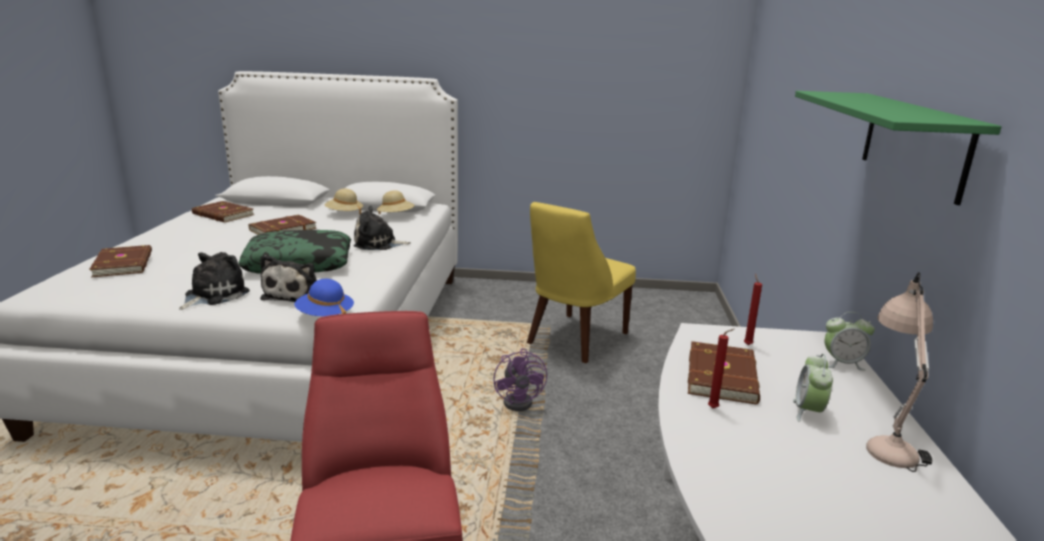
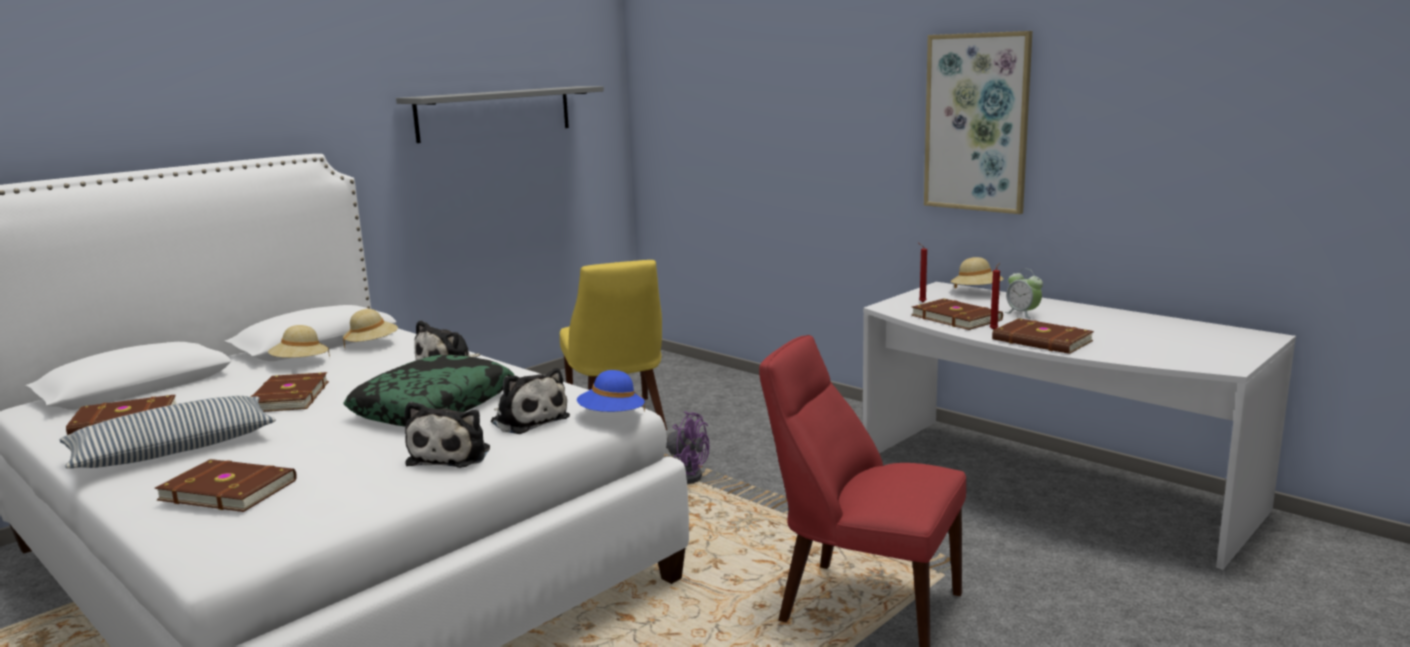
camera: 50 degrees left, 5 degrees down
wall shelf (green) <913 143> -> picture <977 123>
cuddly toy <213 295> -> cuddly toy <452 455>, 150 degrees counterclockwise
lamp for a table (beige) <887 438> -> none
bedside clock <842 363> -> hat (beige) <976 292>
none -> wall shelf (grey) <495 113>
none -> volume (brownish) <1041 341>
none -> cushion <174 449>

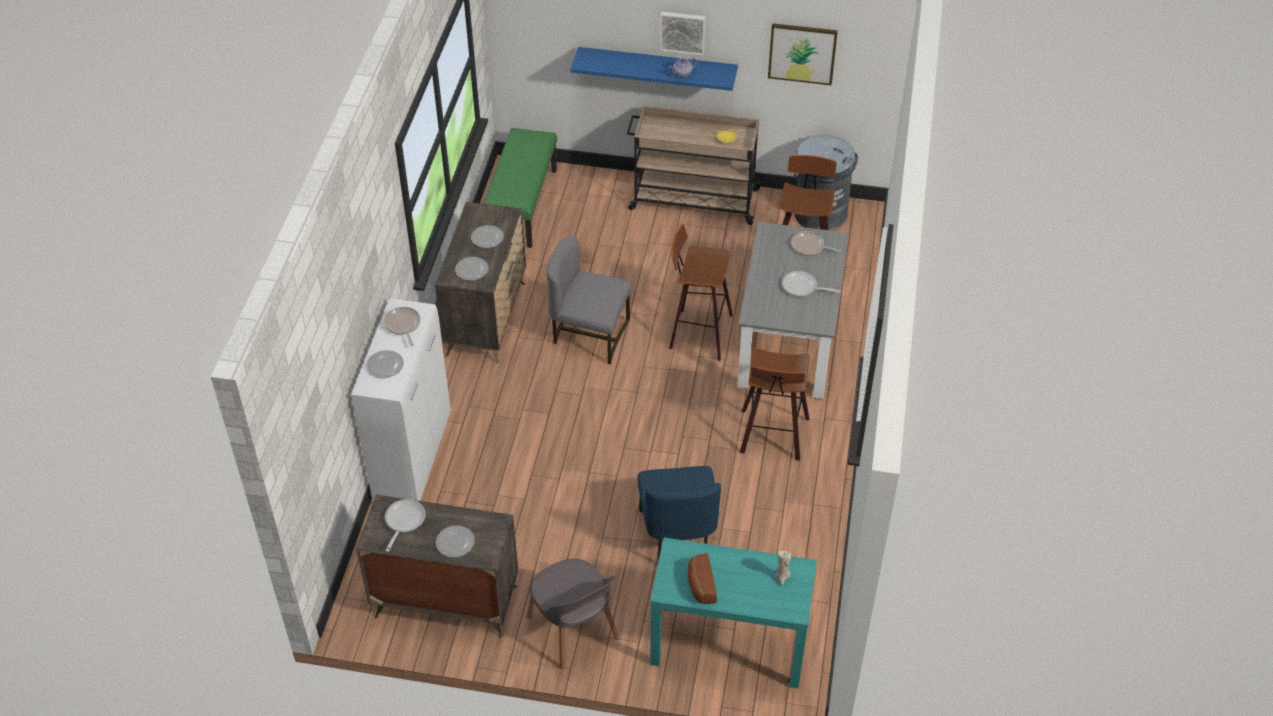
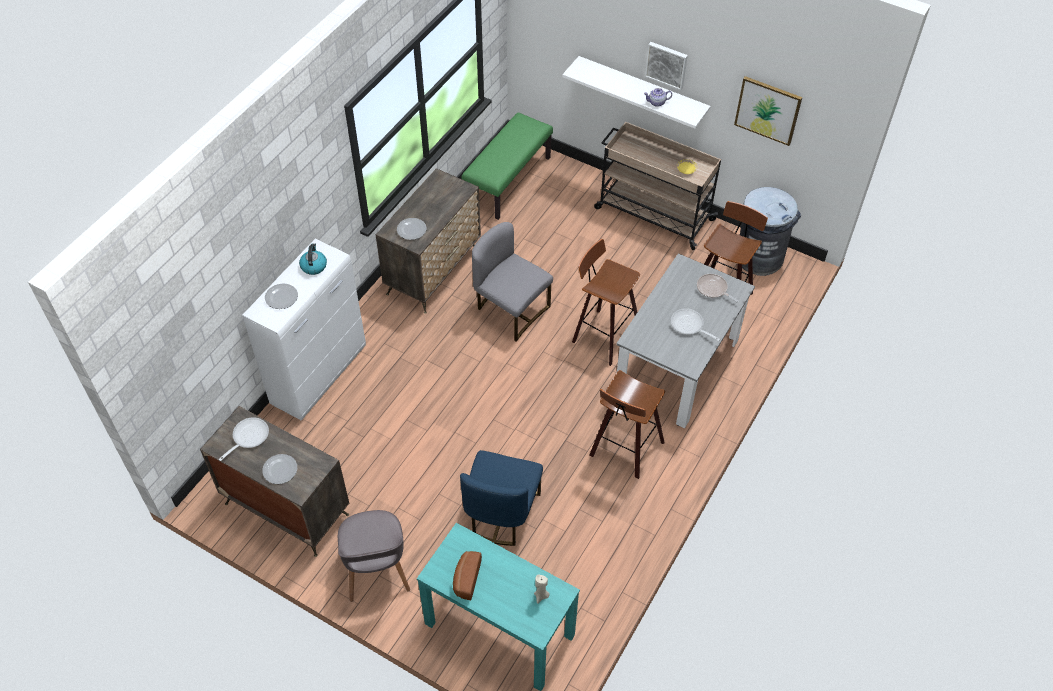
camera: 20 degrees right, 5 degrees up
wall shelf (blue) <657 67> -> wall shelf (white) <642 90>
dinner plate <488 238> -> none
pan <403 325> -> tea kettle <313 266>

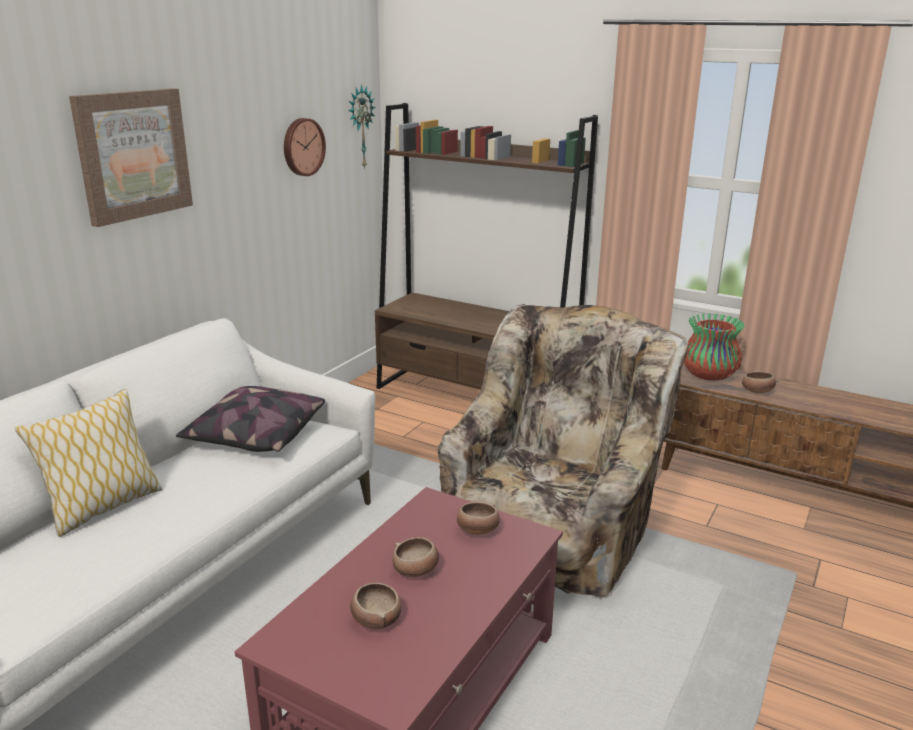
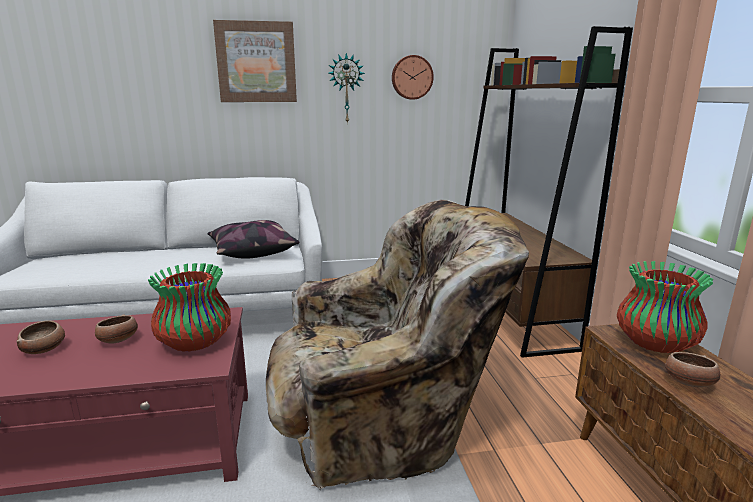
camera: 50 degrees right, 5 degrees down
wall clock <360 127> -> wall clock <346 89>, move
cushion <103 507> -> none
bowl <477 531> -> flower vase <194 342>

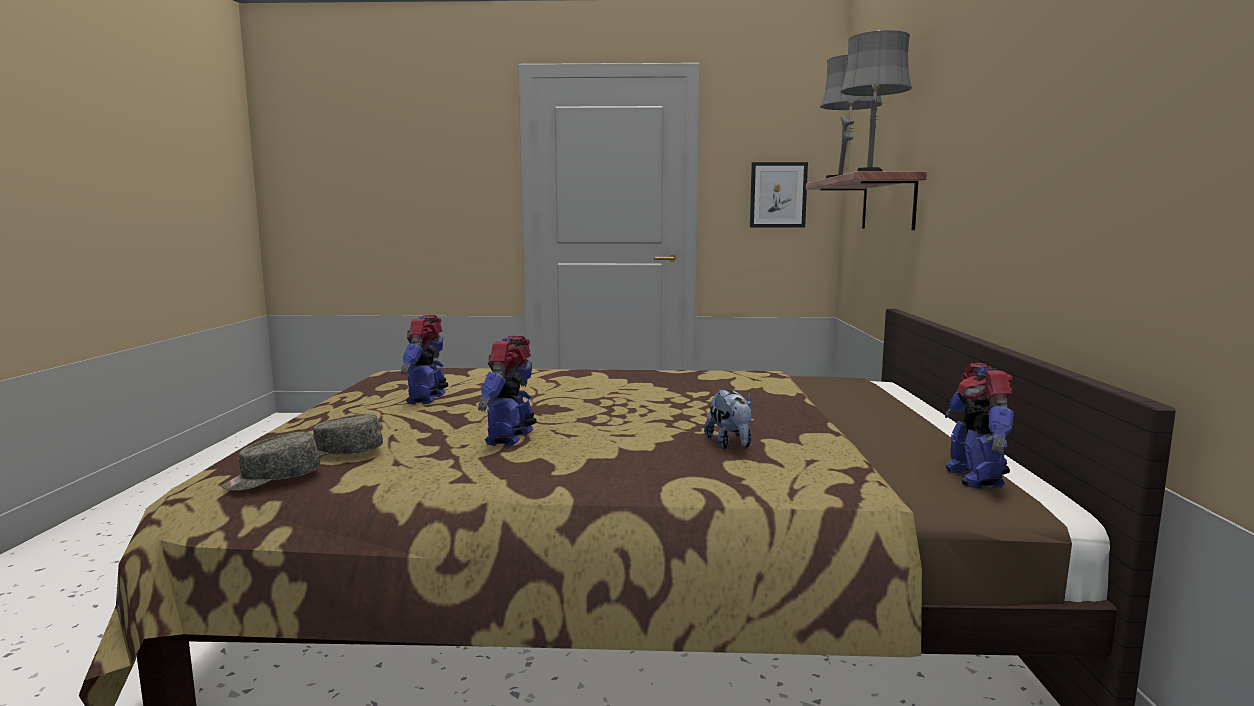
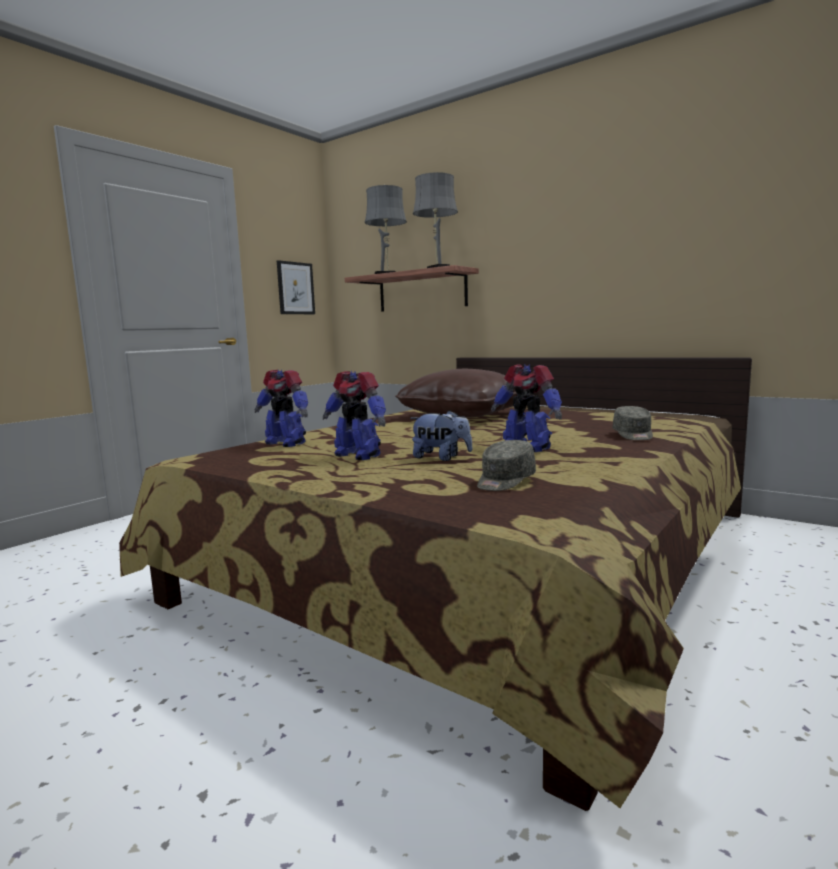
camera: 55 degrees left, 0 degrees up
robot figure <975 477> -> robot figure <285 443>, move
cuddly toy <730 444> -> cuddly toy <441 458>, move
cap (grey) <272 479> -> cap (grey) <633 435>, move
none -> cushion (brownish) <464 415>

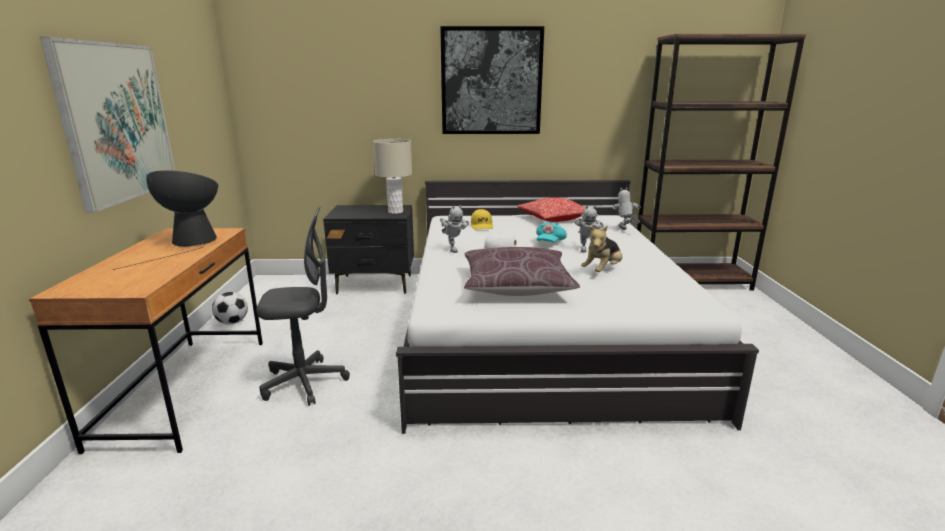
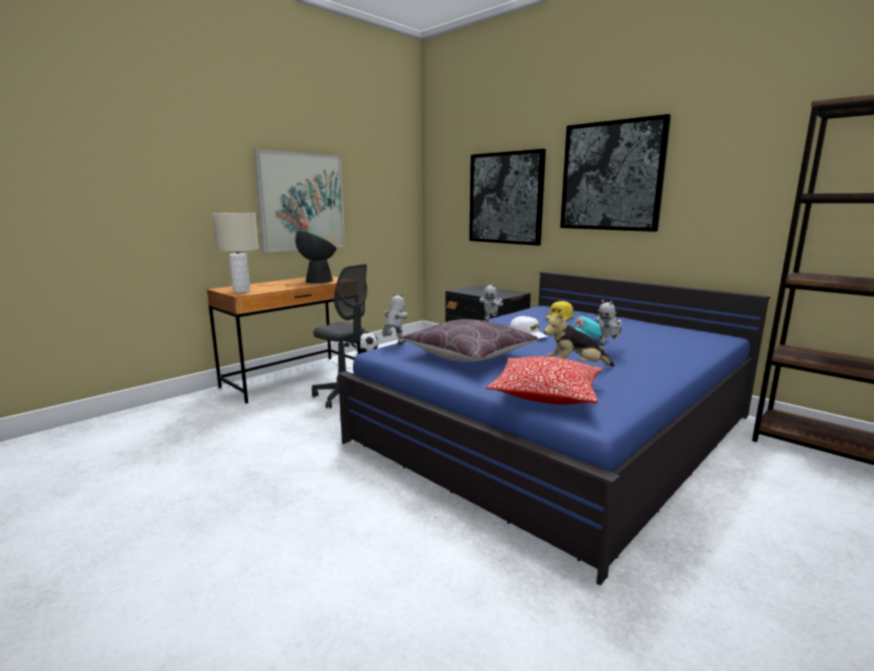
camera: 45 degrees right, 5 degrees down
lamp for a table (beige) <395 212> -> lamp for a table (beige) <241 291>, move
bedroom bed (white) <541 330> -> bedroom bed (blue) <558 428>
robot figure <625 230> -> robot figure <394 344>, move
cushion <553 219> -> cushion <546 395>, move
none -> picture <505 198>

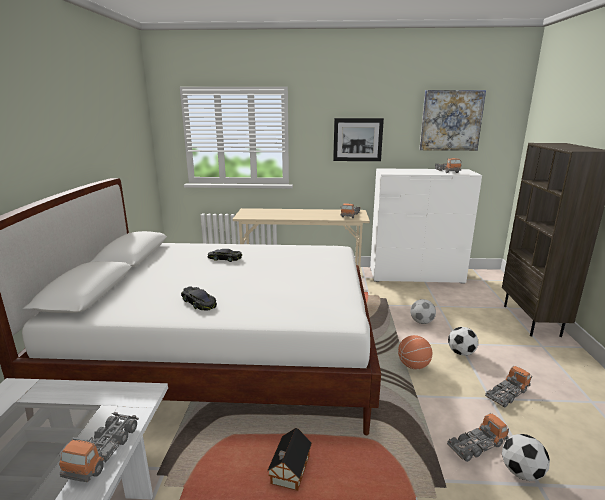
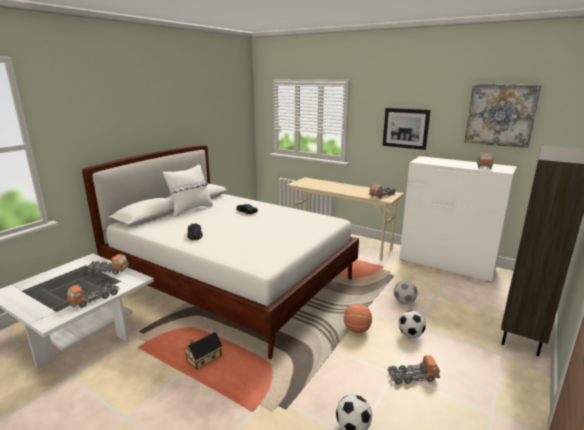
camera: 30 degrees right, 0 degrees up
toy truck <476 445> -> toy truck <107 270>, move
none -> cushion (white) <190 209>

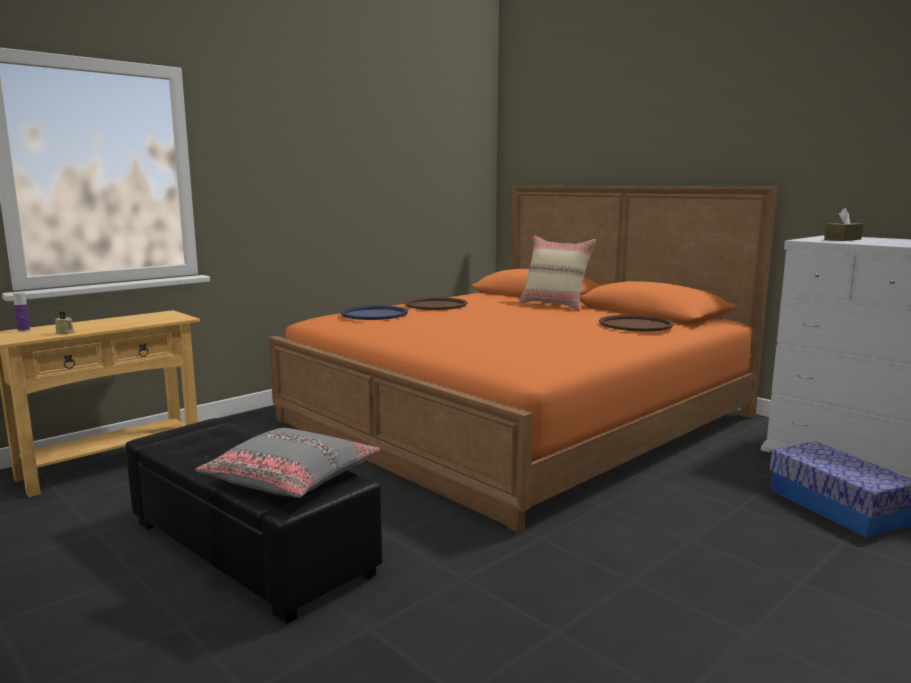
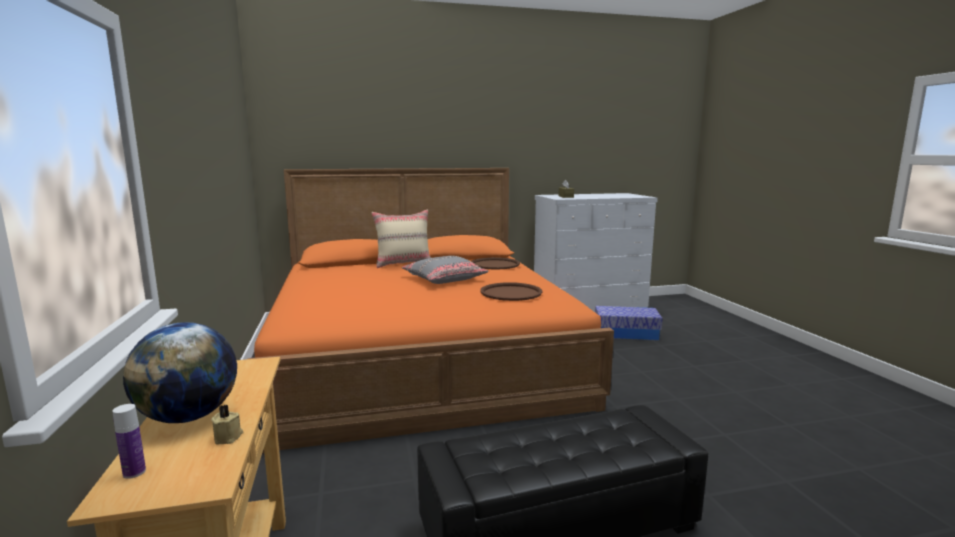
camera: 60 degrees left, 0 degrees up
tray (brownish) <436 305> -> tray (brownish) <511 293>, move
tray (blue) <374 314> -> none
cushion (grey) <292 478> -> cushion (grey) <444 279>, move
none -> desk globe <189 416>

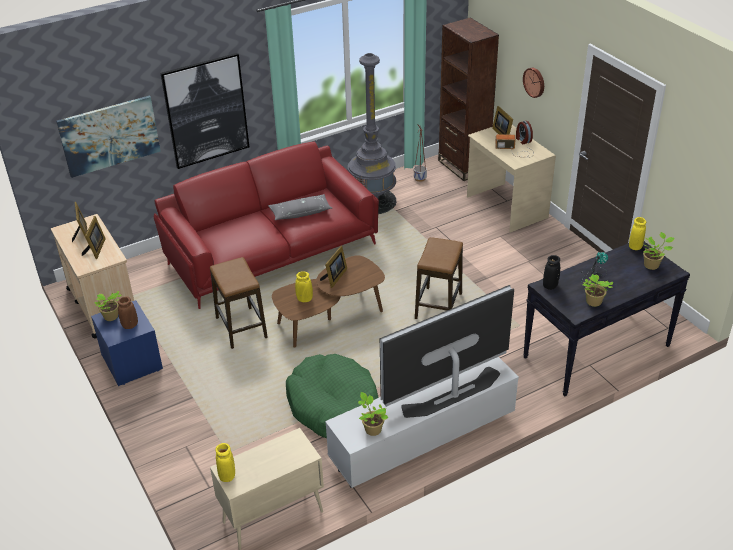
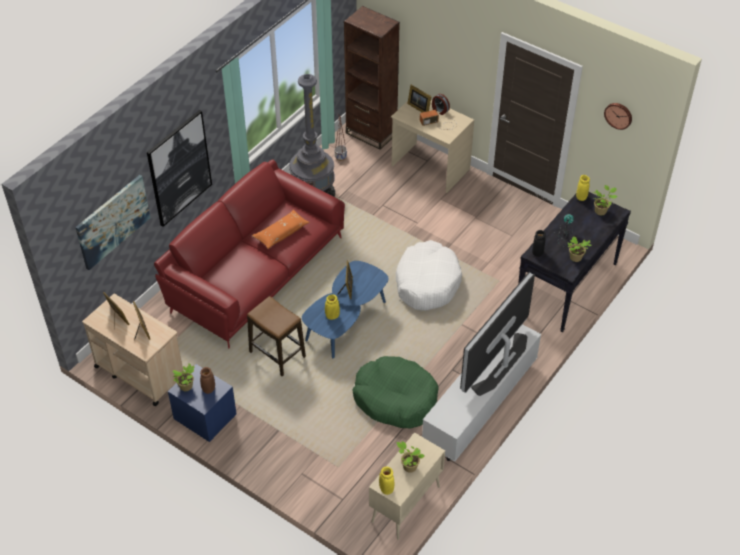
camera: 25 degrees left, 10 degrees up
wall clock <534 82> -> wall clock <618 115>, move
cushion (grey) <300 212> -> cushion (orangey) <281 233>
stool <438 306> -> pet bed (white) <427 282>
coffee table (brownish) <330 318> -> coffee table (blue) <346 321>
houseplant <372 429> -> houseplant <409 466>, move

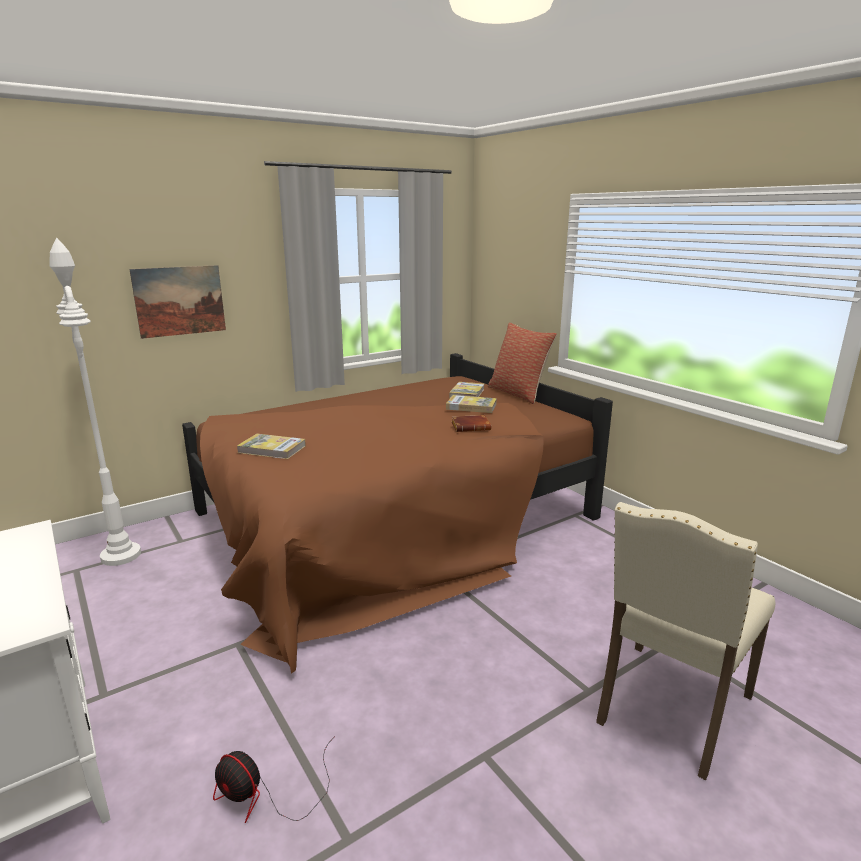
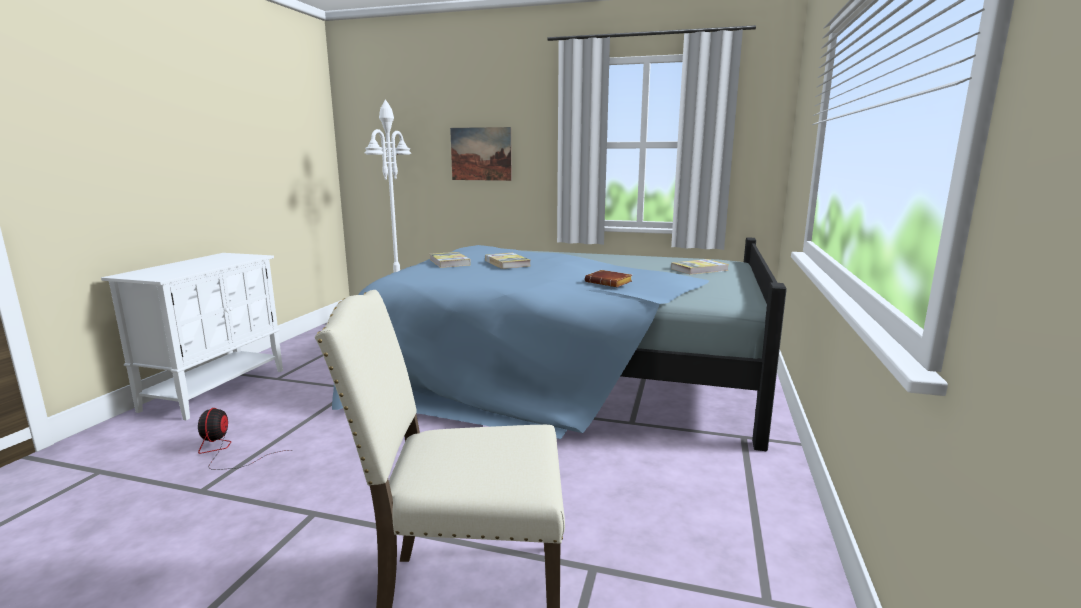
camera: 50 degrees right, 5 degrees down
cushion <518 393> -> none
bedroom bed (brownish) <393 522> -> bedroom bed (blue) <567 372>
volume <471 406> -> volume <507 263>, move

